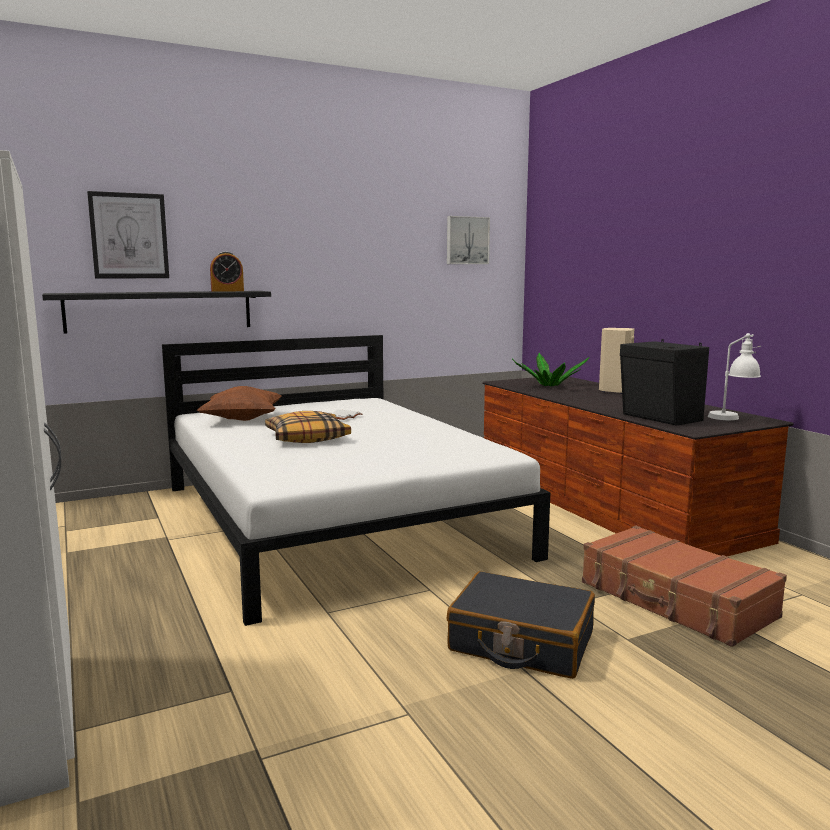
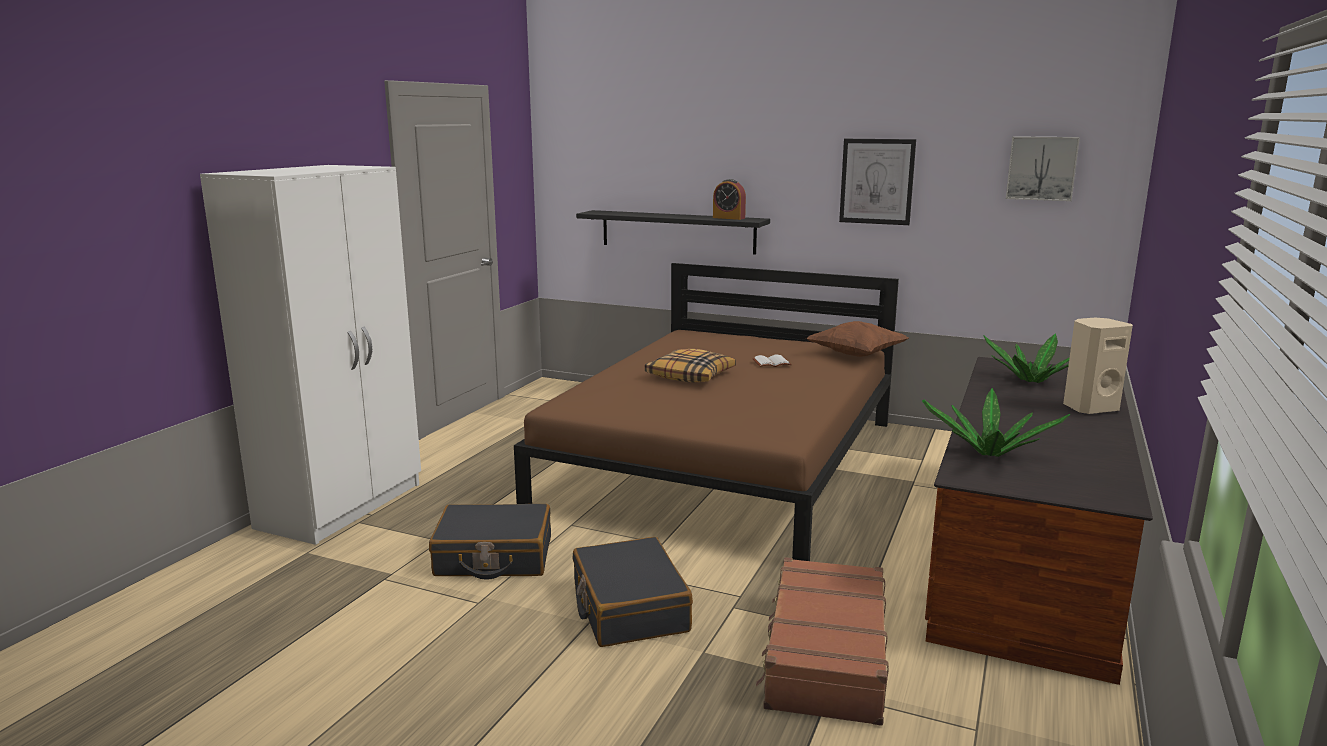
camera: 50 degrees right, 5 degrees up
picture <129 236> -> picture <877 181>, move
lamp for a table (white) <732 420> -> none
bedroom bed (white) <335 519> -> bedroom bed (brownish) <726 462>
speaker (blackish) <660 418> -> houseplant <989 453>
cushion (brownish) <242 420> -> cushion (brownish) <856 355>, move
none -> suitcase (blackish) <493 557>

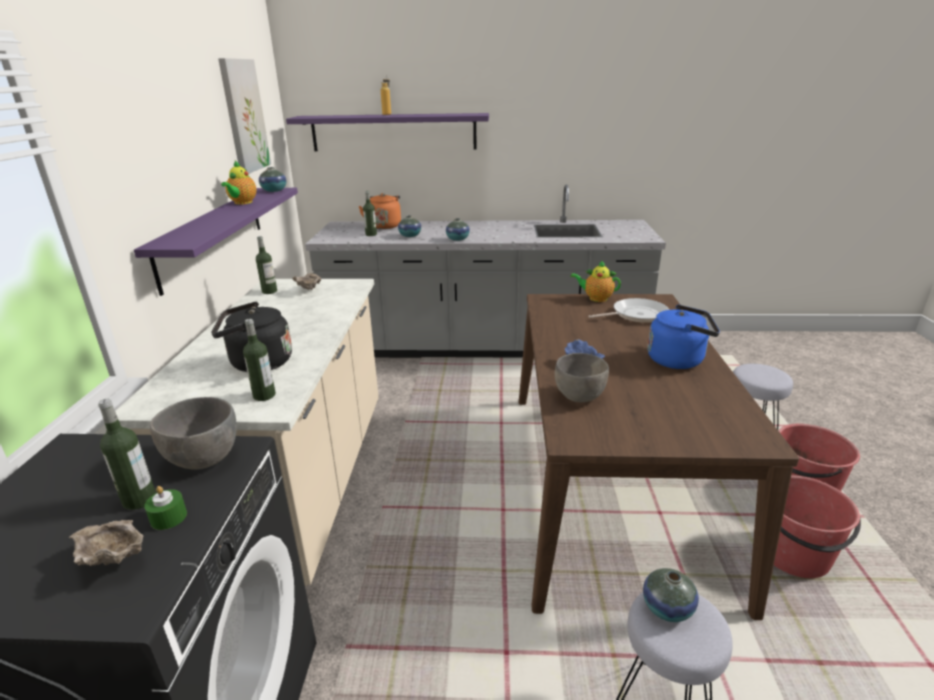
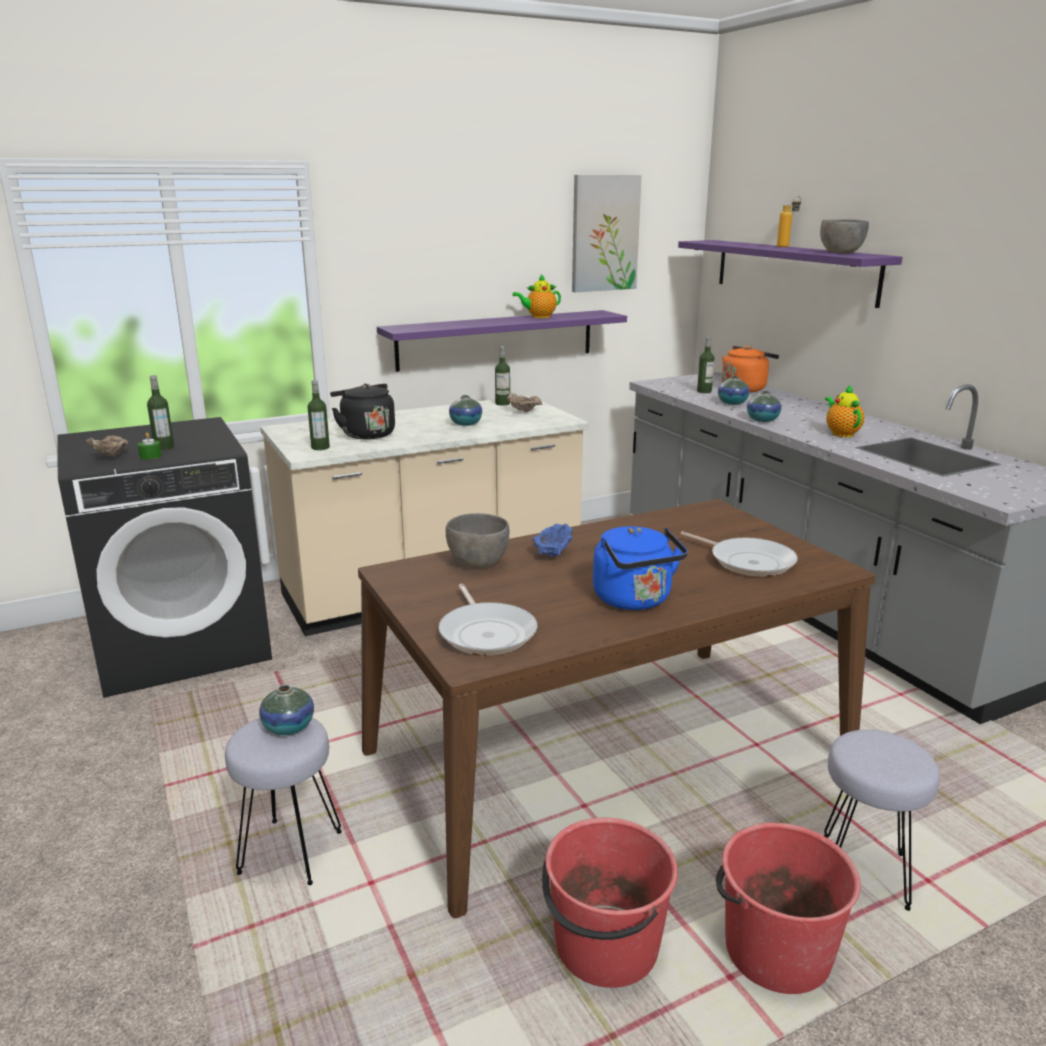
camera: 60 degrees right, 5 degrees down
flower vase <274 191> -> flower vase <466 424>, move
teapot <596 298> -> teapot <841 433>, move
bowl (grey) <203 458> -> bowl (grey) <840 253>, move
none -> pan <486 633>

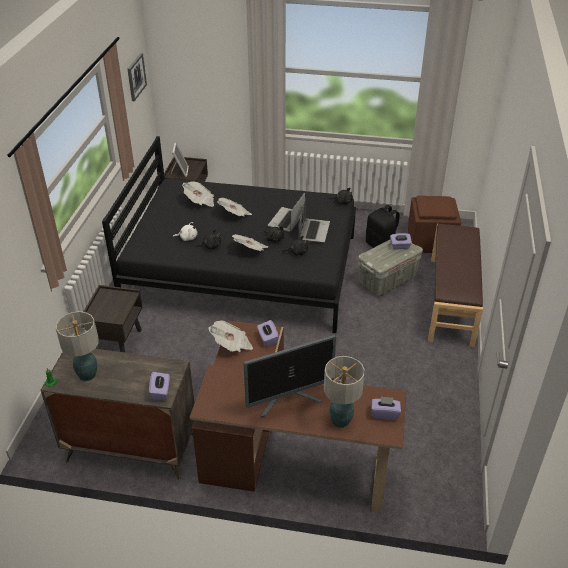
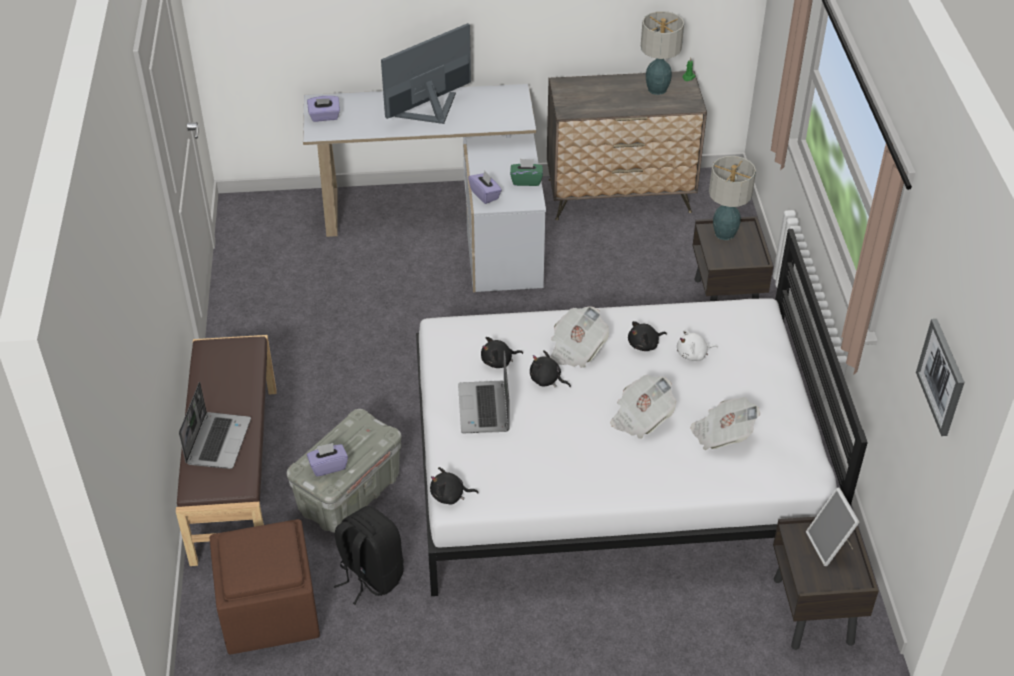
camera: 165 degrees right, 5 degrees up
bedroom bed (blackish) <242 268> -> bedroom bed (white) <615 467>
notebook computer <286 221> -> notebook computer <218 441>, move
desk (brownish) <283 451> -> desk (white) <446 222>
newspaper <232 345> -> tissue holder (green) <526 181>
lamp for a table <340 421> -> lamp for a table <724 233>, move
tissue holder (purplish) <160 392> -> none

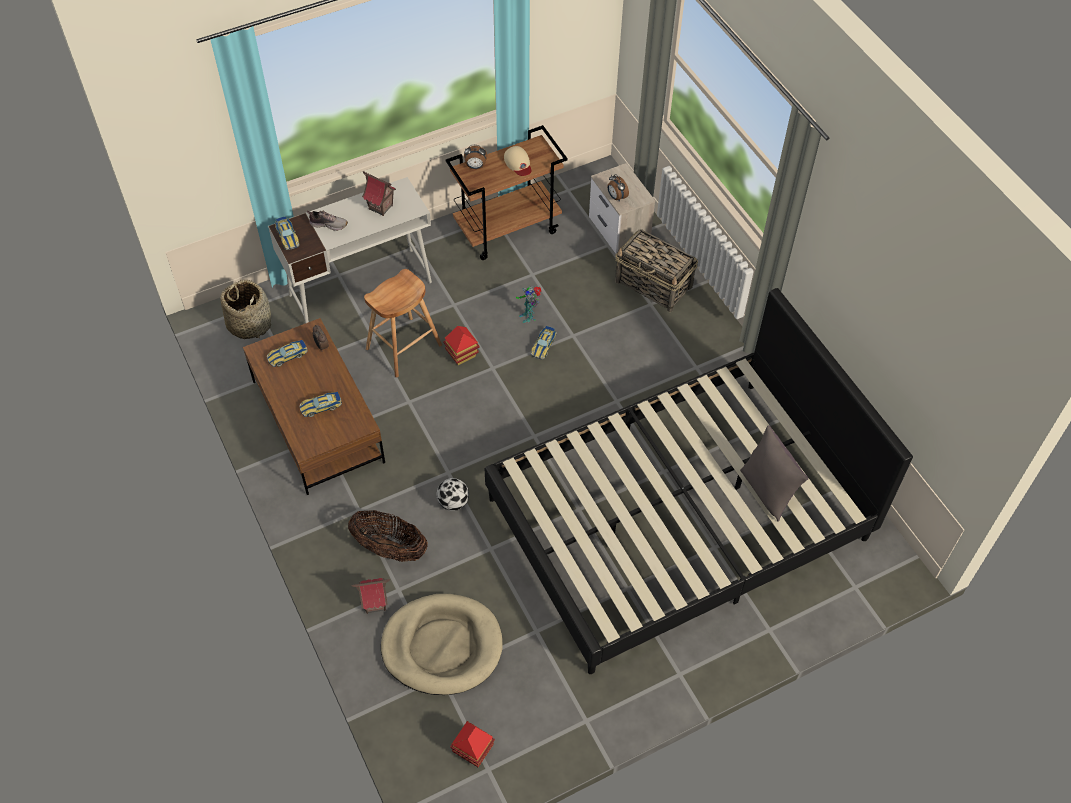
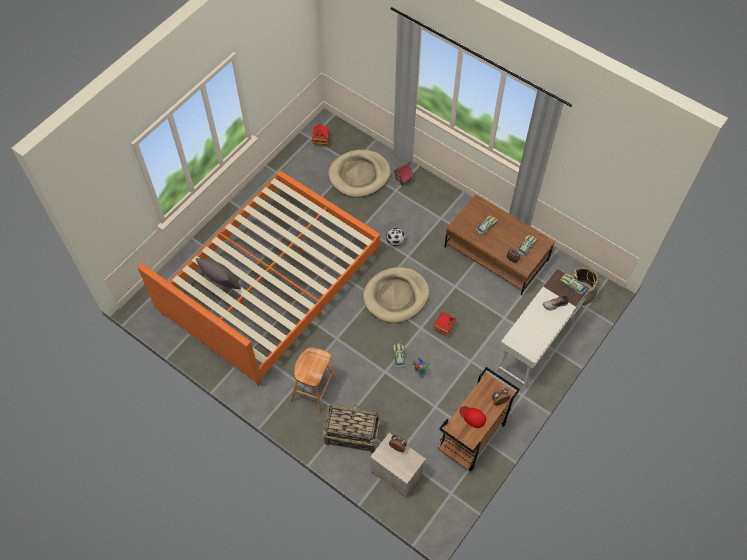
camera: 155 degrees right, 5 degrees up
cap (beige) <518 163> -> cap (reddish) <472 417>
model house <380 207> -> none
stool (brownish) <404 347> -> stool (brownish) <314 389>, move
bedroom bed (blackish) <679 519> -> bedroom bed (orangey) <270 282>
basket <390 548> -> none
none -> pet bed (beige) <396 296>

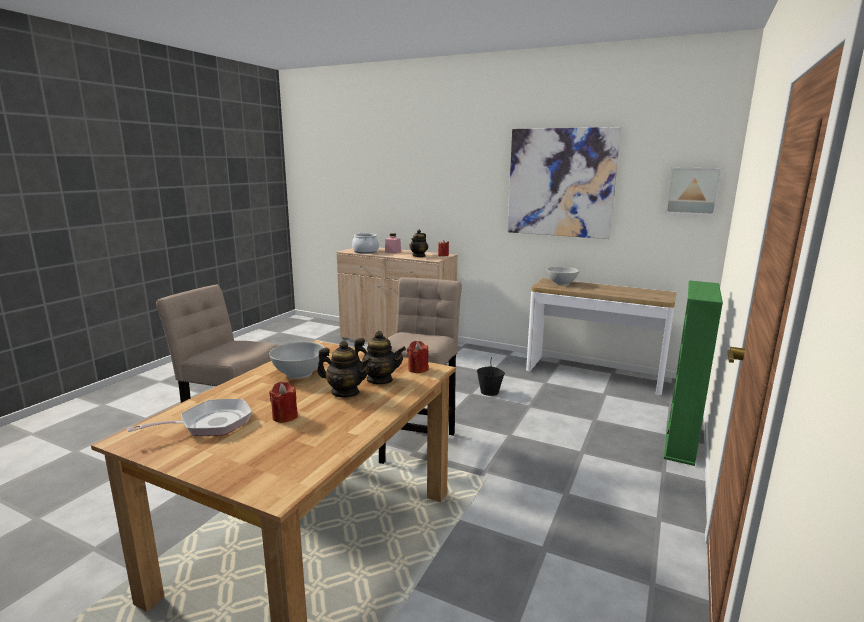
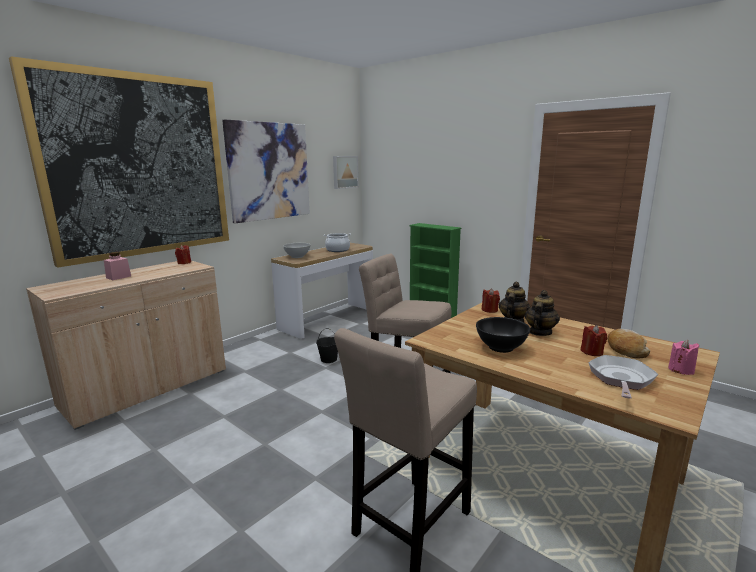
camera: 75 degrees left, 0 degrees up
teapot <419 256> -> none
saucepot <365 251> -> saucepot <337 250>, move
bowl (white) <299 374> -> bowl (blackish) <501 347>
pan <210 424> -> pan <621 379>, 45 degrees clockwise
none -> picture <138 166>
none -> baked bread <625 349>
none -> wax light (pinkish) <681 370>

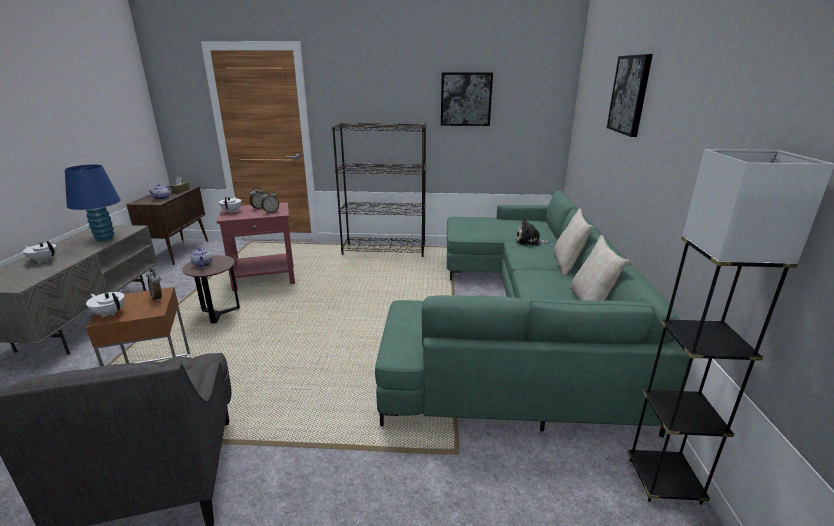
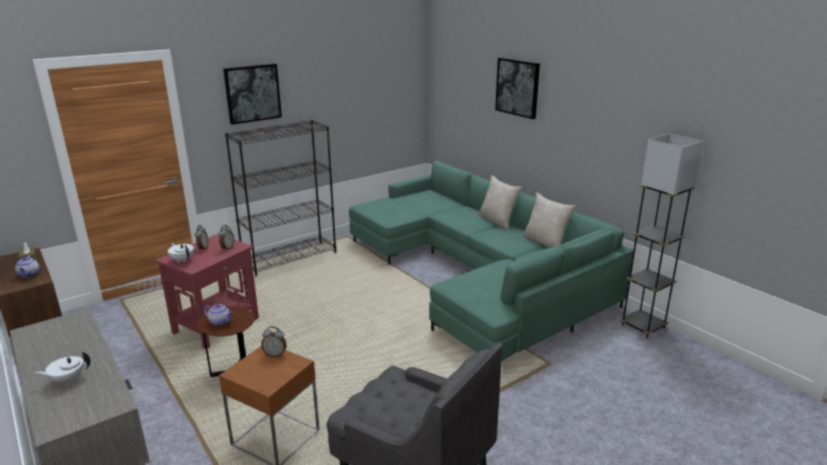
camera: 40 degrees left, 0 degrees up
picture <466 99> -> picture <252 93>, move
lamp for a table (blue) <105 238> -> none
cuddly toy <529 241> -> none
teapot (white) <110 313> -> none

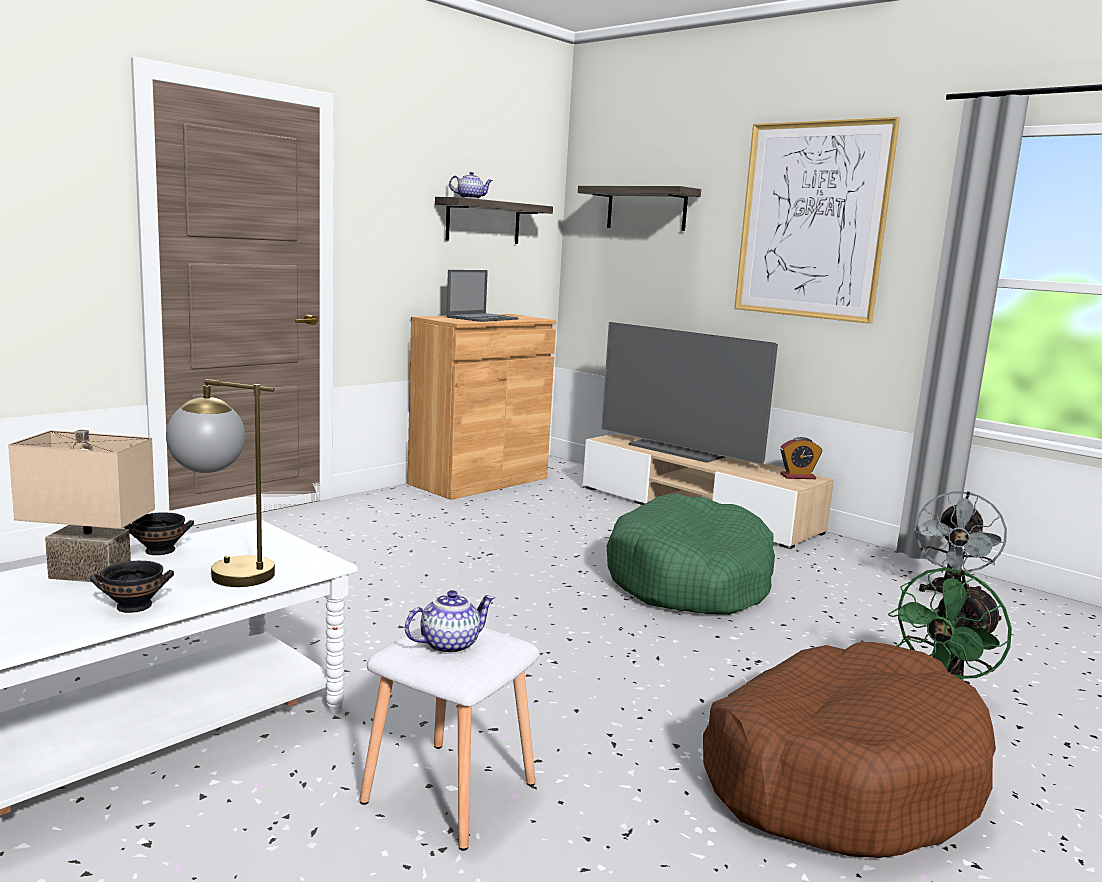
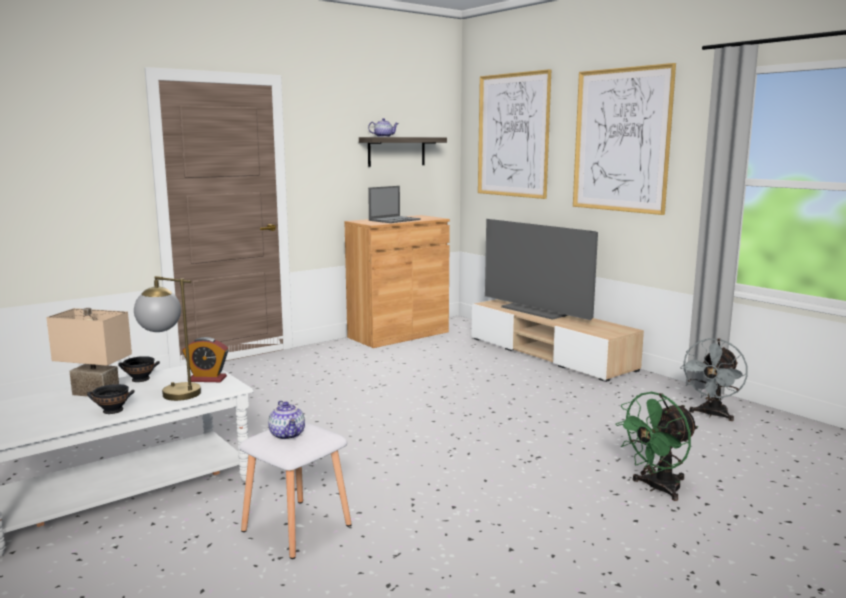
camera: 10 degrees right, 0 degrees up
wall shelf <646 209> -> picture <513 135>
bedside clock <797 476> -> bedside clock <207 379>, move
pet bed (green) <690 580> -> none
teapot <449 644> -> teapot <288 435>, 90 degrees clockwise
pet bed (brownish) <840 775> -> none

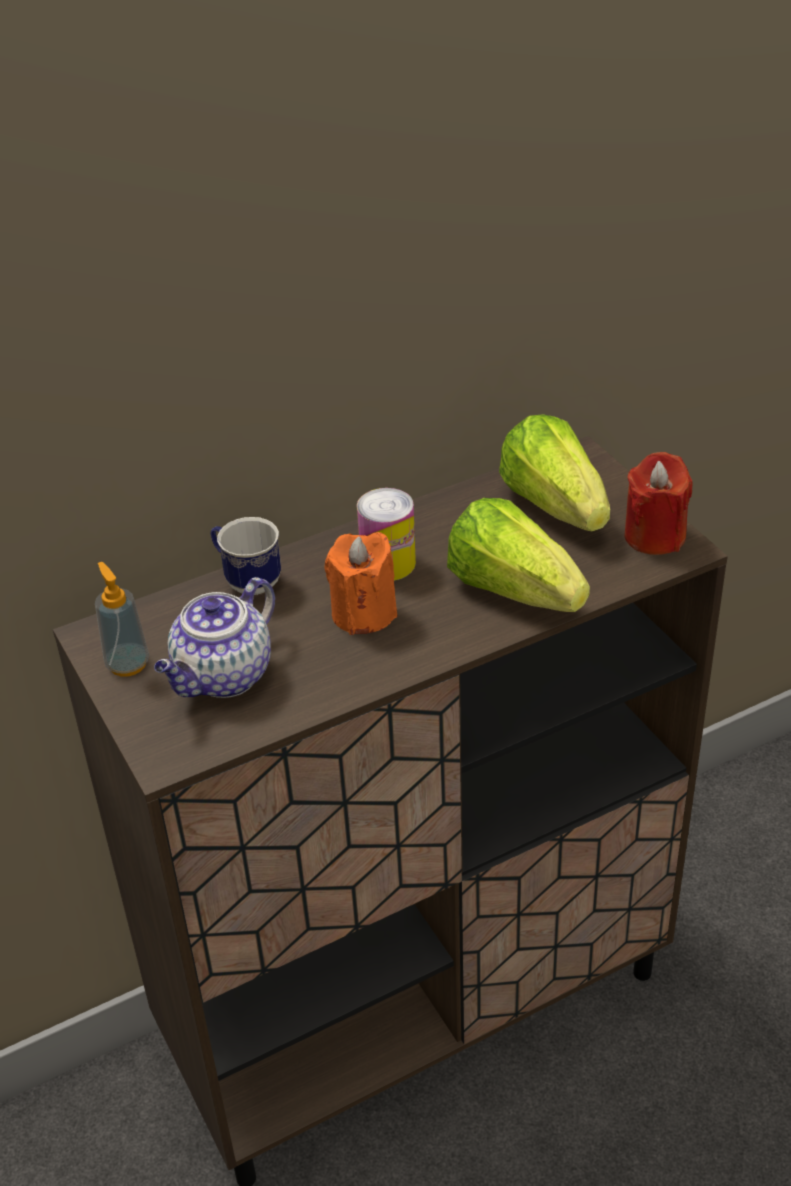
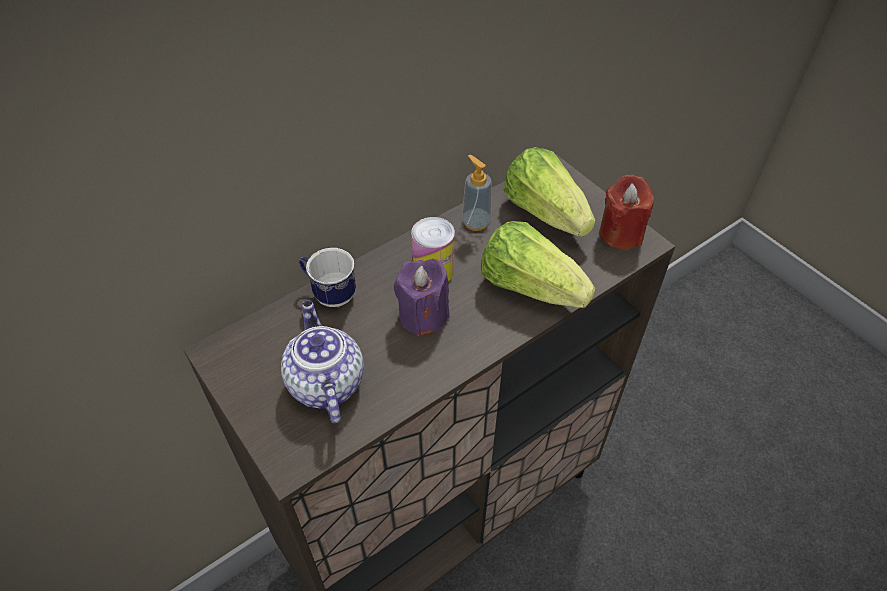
camera: 10 degrees left, 10 degrees up
wax light (orangey) <363 613> -> wax light (purplish) <423 316>
liquid soap bottle <127 664> -> liquid soap bottle <476 222>, move
teapot <223 677> -> teapot <325 382>, 135 degrees clockwise

